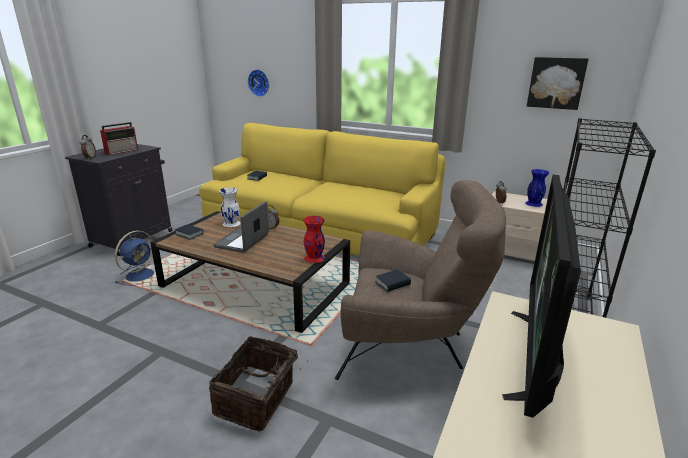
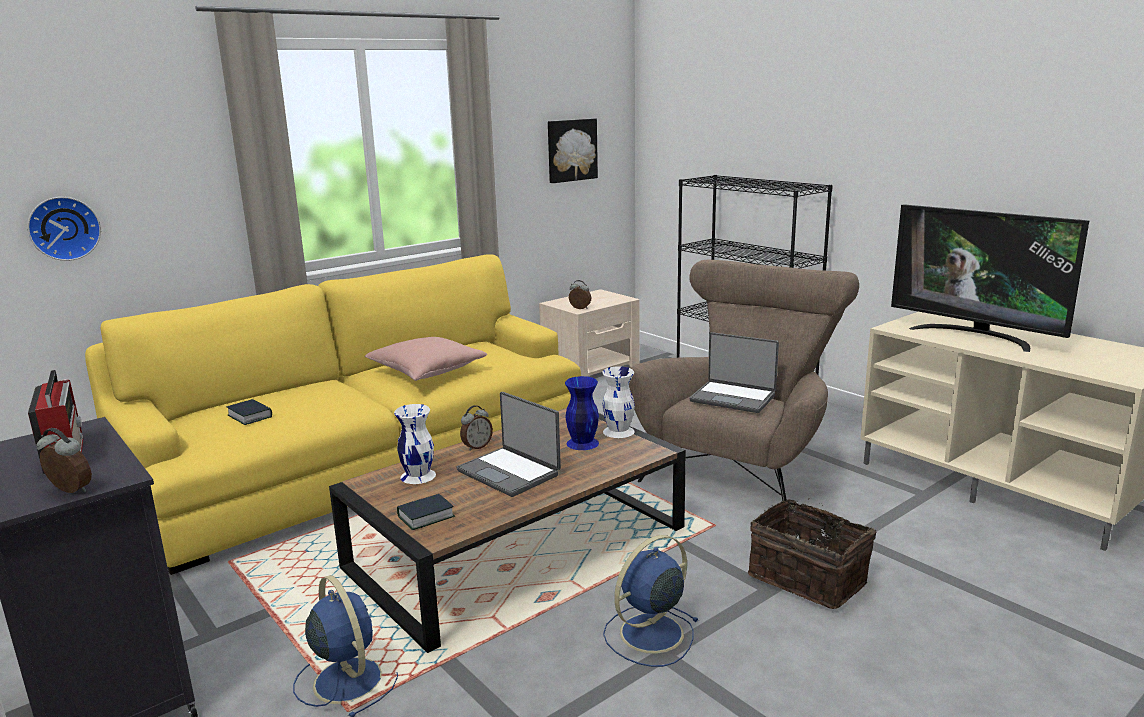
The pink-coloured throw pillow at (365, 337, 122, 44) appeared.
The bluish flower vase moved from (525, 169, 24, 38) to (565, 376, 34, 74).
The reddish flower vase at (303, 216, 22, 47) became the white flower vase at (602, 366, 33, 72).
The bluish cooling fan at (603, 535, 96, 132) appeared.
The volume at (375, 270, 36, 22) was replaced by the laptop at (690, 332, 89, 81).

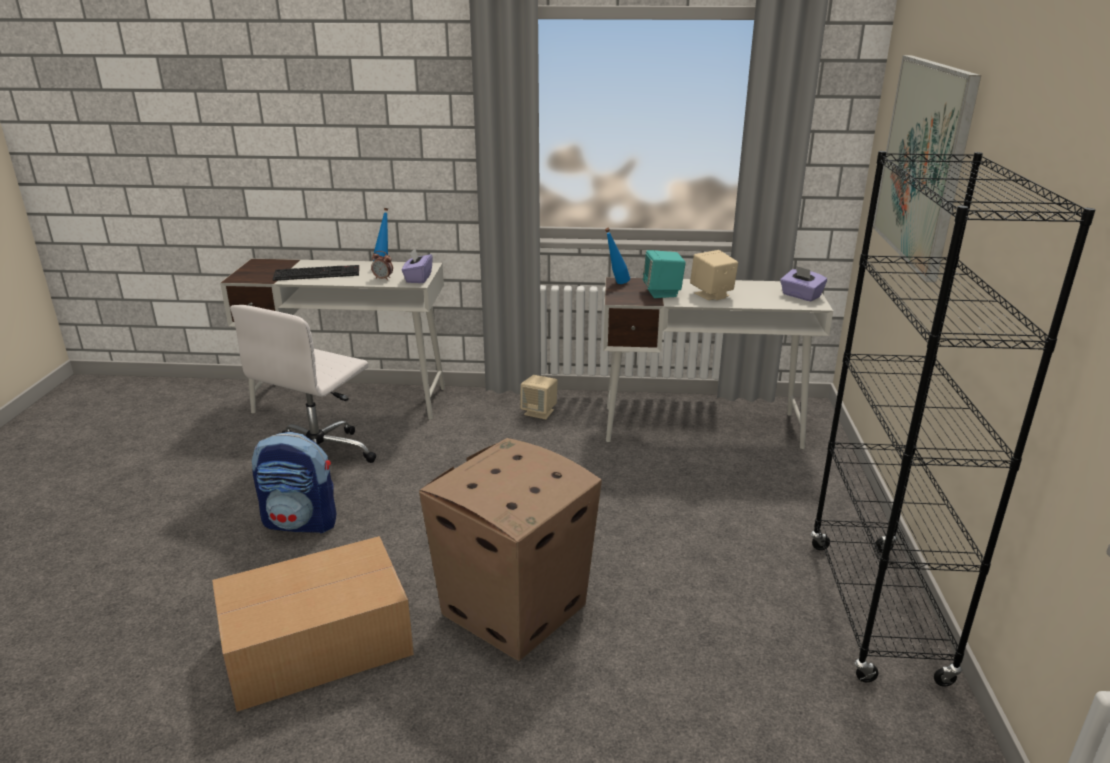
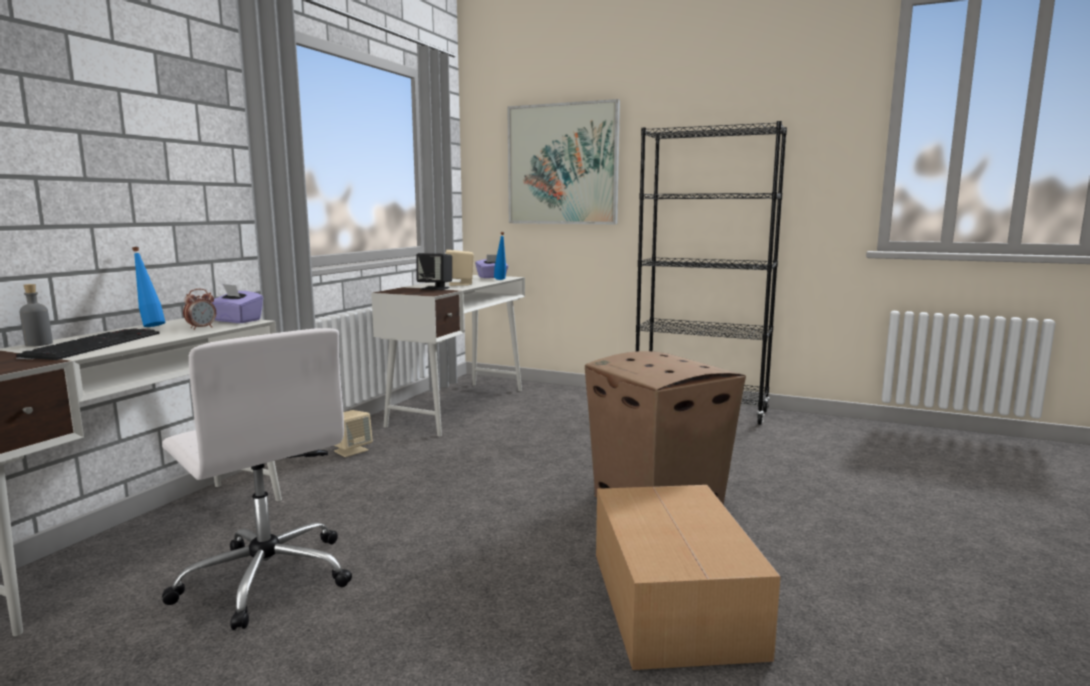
The grey drink bottle at (19, 284, 34, 63) appeared.
The turquoise-coloured loudspeaker at (642, 250, 44, 48) became the black-coloured loudspeaker at (416, 253, 36, 37).
The bluish drink bottle moved from (605, 228, 25, 56) to (494, 232, 12, 48).
The backpack at (252, 432, 85, 101) disappeared.

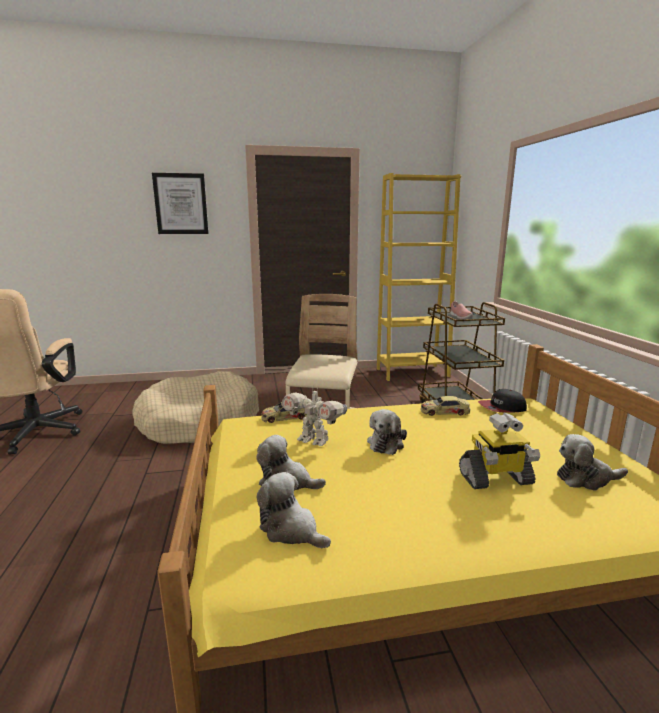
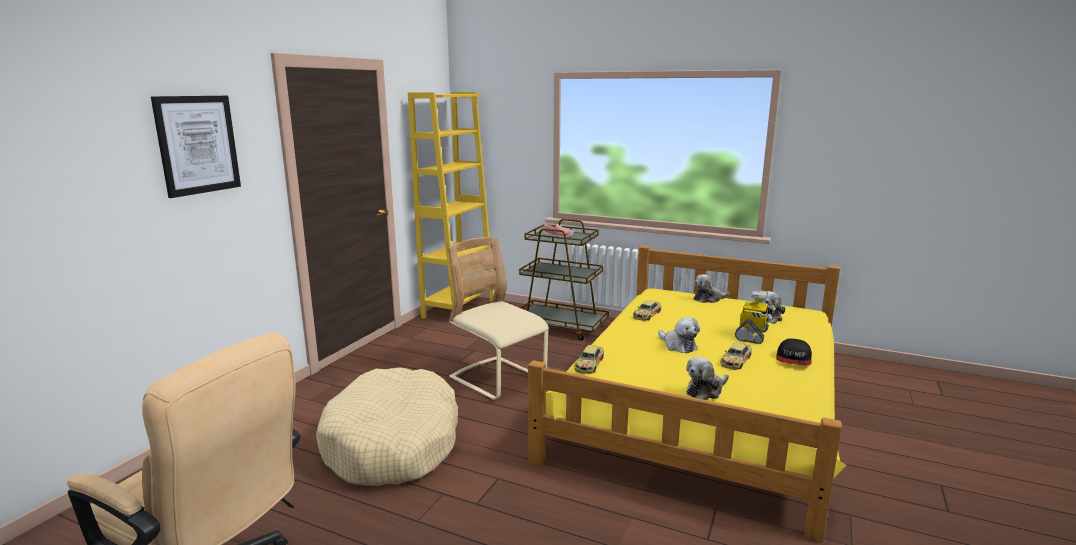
The soft toy moved from (257, 472, 74, 76) to (694, 274, 35, 29).
The toy car at (720, 342, 32, 28) appeared.
The cap moved from (478, 389, 49, 23) to (776, 338, 36, 28).
The toy robot at (282, 386, 65, 60) disappeared.

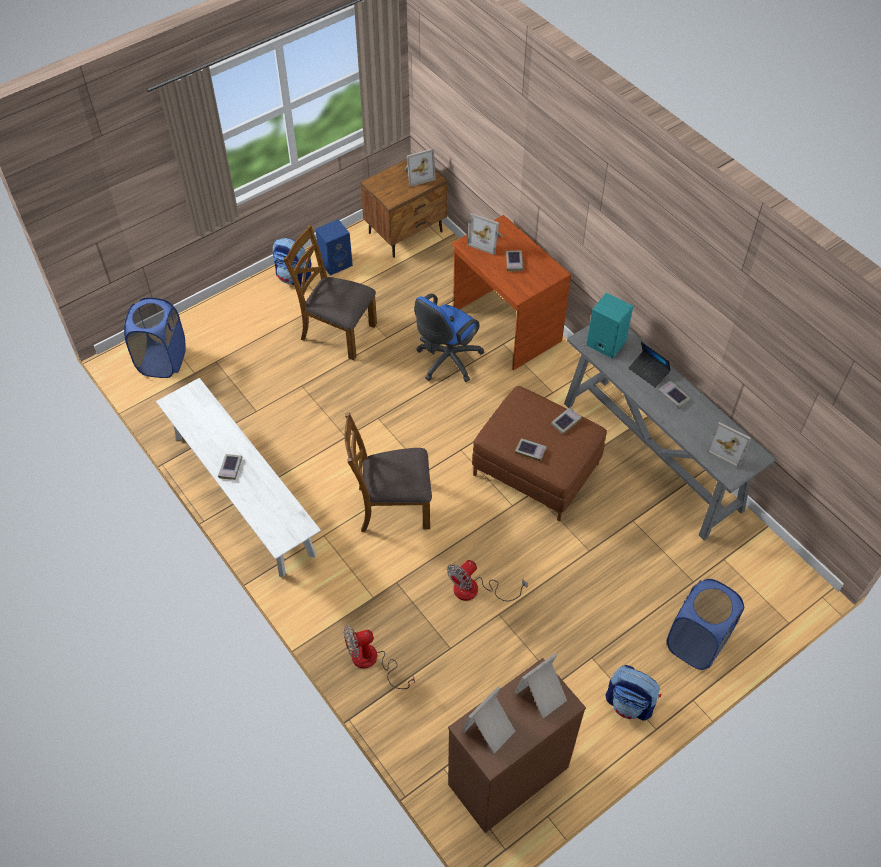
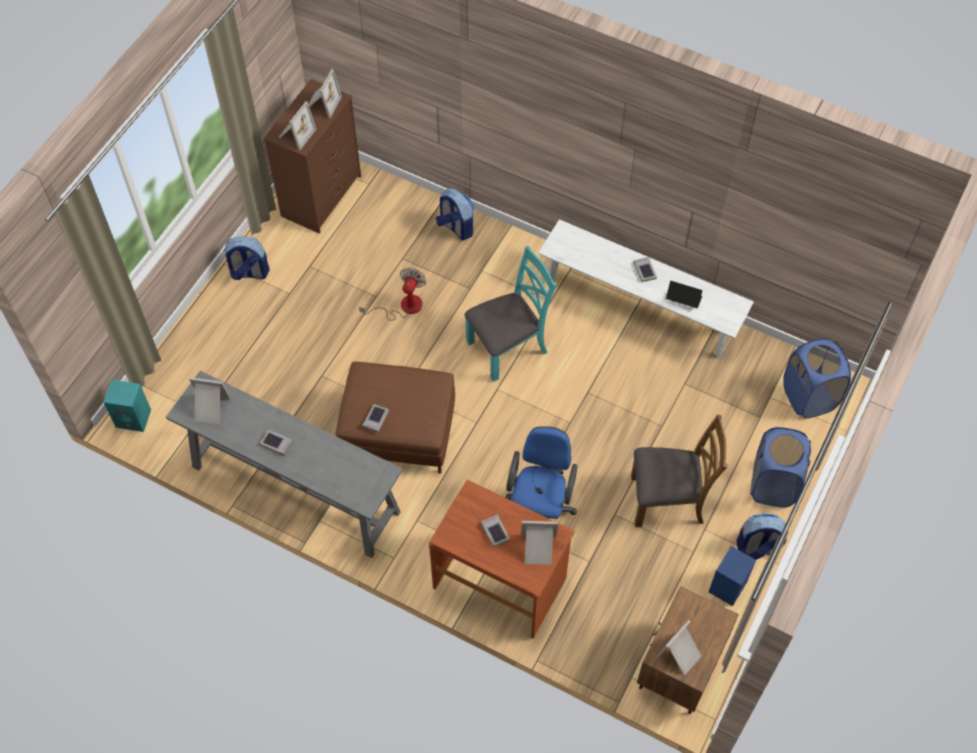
The turquoise-coloured loudspeaker moved from (586, 292, 47, 67) to (103, 380, 48, 52).
The cooling fan at (344, 625, 71, 64) was replaced by the backpack at (436, 188, 38, 52).
The brown-coloured upright chair at (345, 412, 87, 120) became the turquoise-coloured upright chair at (465, 246, 92, 136).
The laptop moved from (629, 342, 42, 46) to (666, 281, 37, 27).
The bluish laundry basket moved from (667, 579, 77, 91) to (750, 427, 61, 81).
The volume at (515, 438, 32, 24) disappeared.

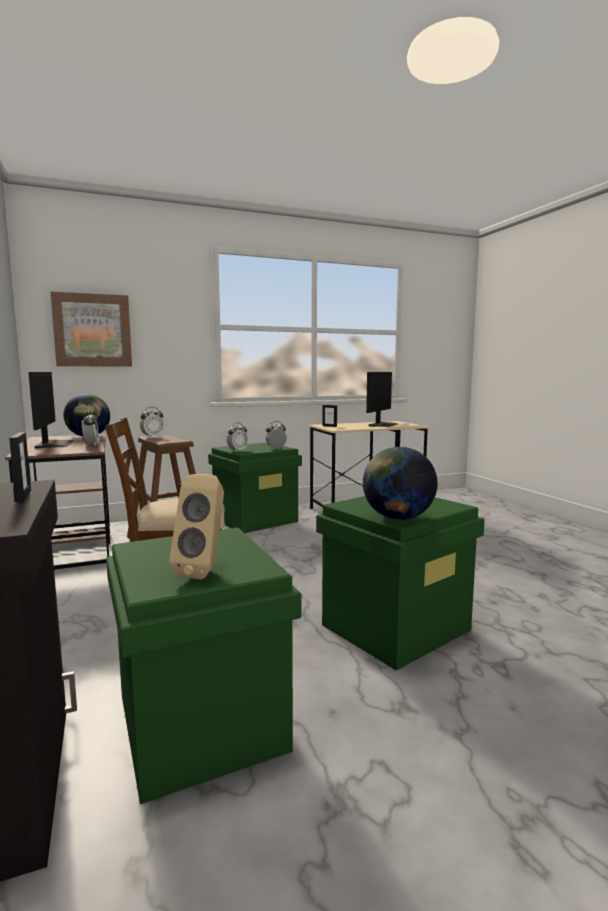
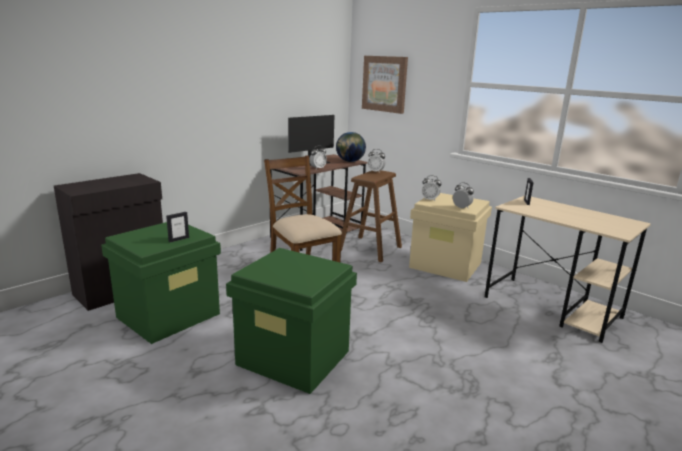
The photo frame moved from (9, 432, 22, 70) to (166, 212, 23, 30).
The green storage box at (208, 442, 94, 91) became the beige-coloured storage box at (409, 193, 83, 89).
The beige-coloured loudspeaker at (169, 474, 55, 105) disappeared.
The world globe at (363, 447, 74, 73) disappeared.
The computer screen at (366, 372, 32, 55) disappeared.

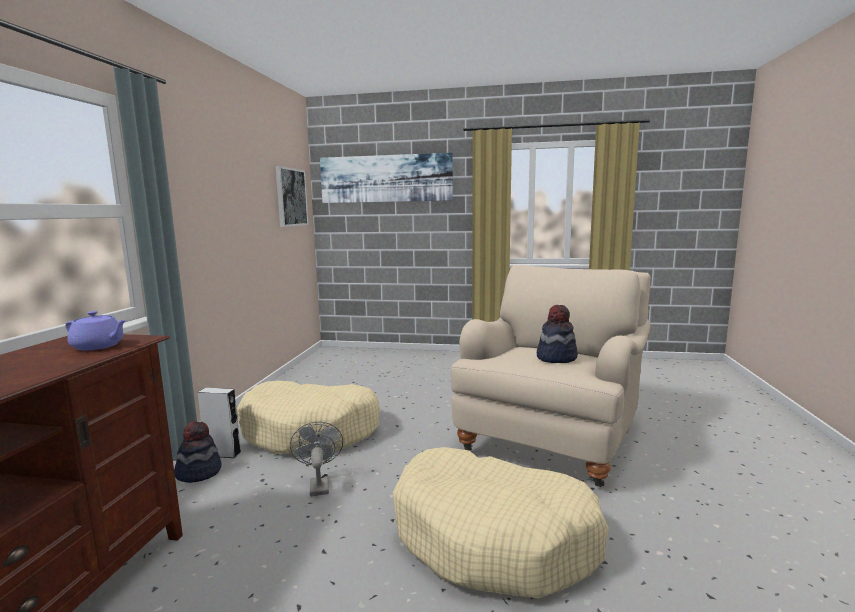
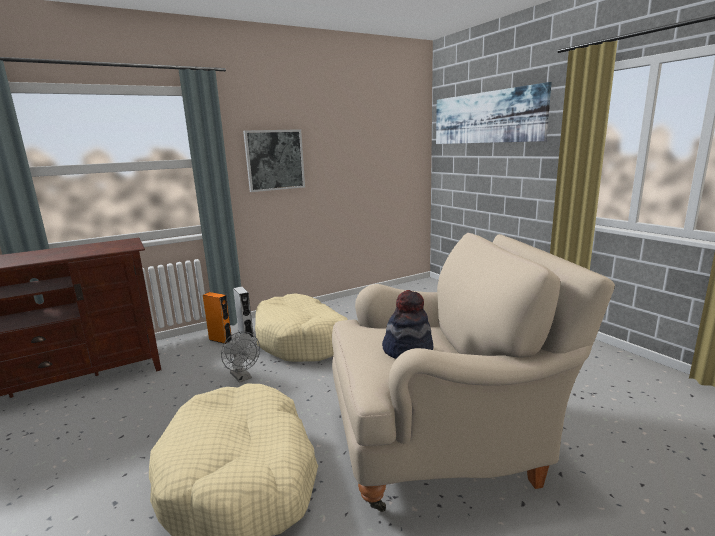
The hat at (174, 421, 47, 62) was replaced by the orange-coloured loudspeaker at (203, 292, 29, 52).
The grey cooling fan at (290, 422, 53, 75) turned 105 degrees clockwise.
The wall art moved from (276, 166, 33, 61) to (243, 129, 62, 63).
The purple-coloured tea pot at (65, 311, 62, 39) disappeared.

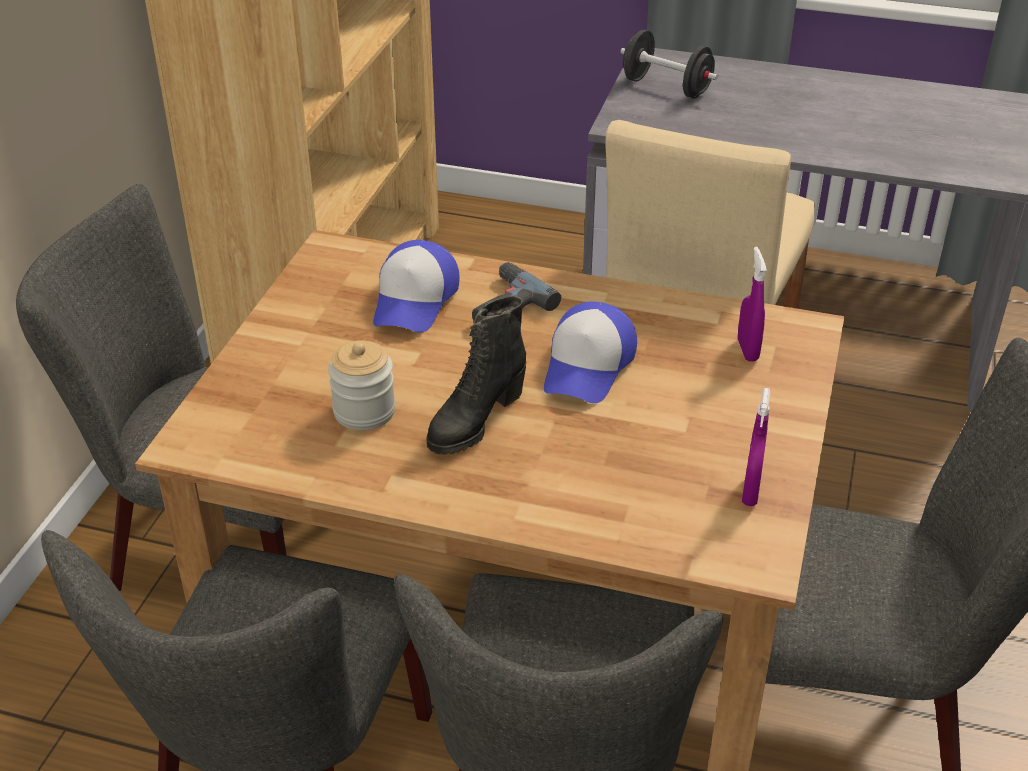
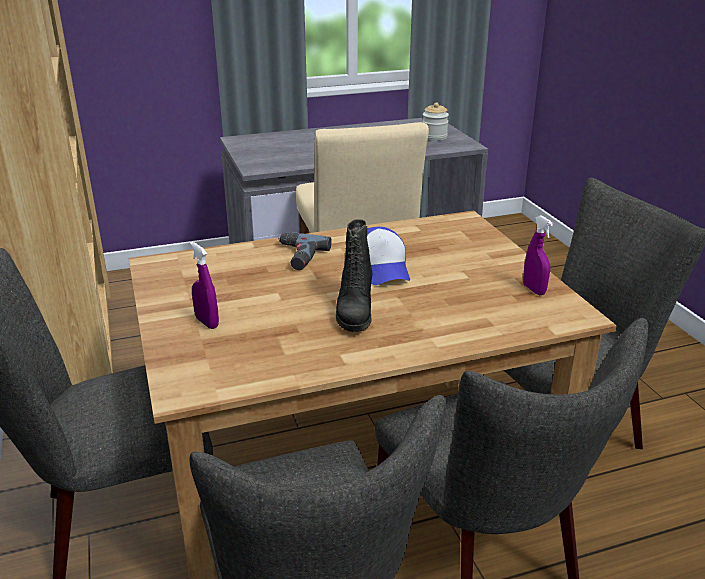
The purple-coloured sprayer moved from (738, 247, 29, 115) to (190, 242, 29, 87).
The preserve jar moved from (328, 340, 68, 90) to (422, 102, 27, 39).
The cap at (373, 240, 86, 92) disappeared.
The black-coloured hand weight at (620, 30, 98, 69) disappeared.

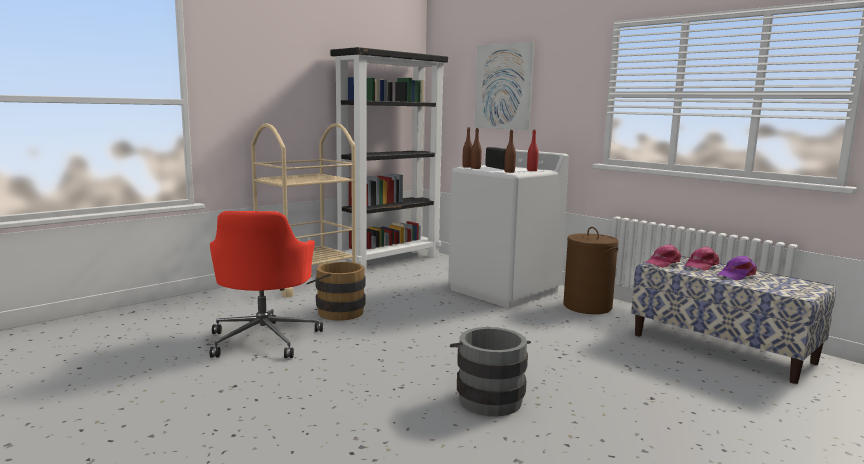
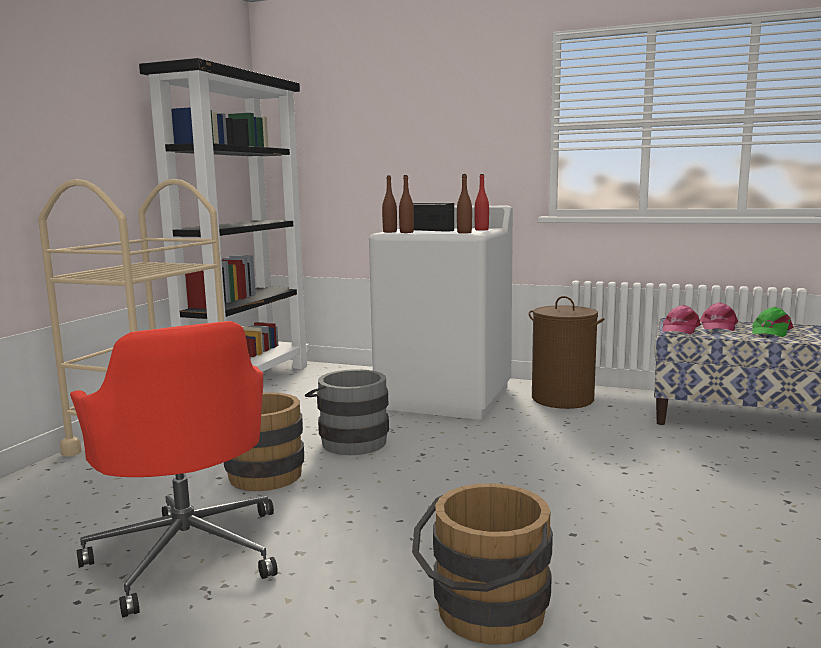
The grey bucket moved from (450, 327, 81, 89) to (305, 369, 84, 86).
The brown-coloured bucket at (412, 483, 141, 162) appeared.
The purple-coloured cap at (717, 255, 40, 25) became the green cap at (752, 307, 42, 30).
The wall art at (474, 42, 61, 88) disappeared.

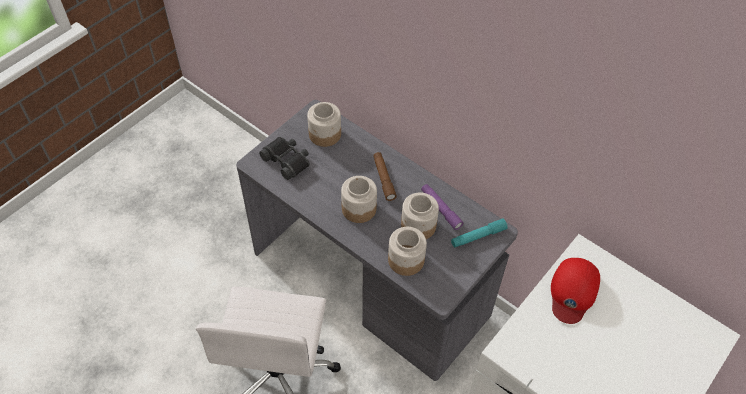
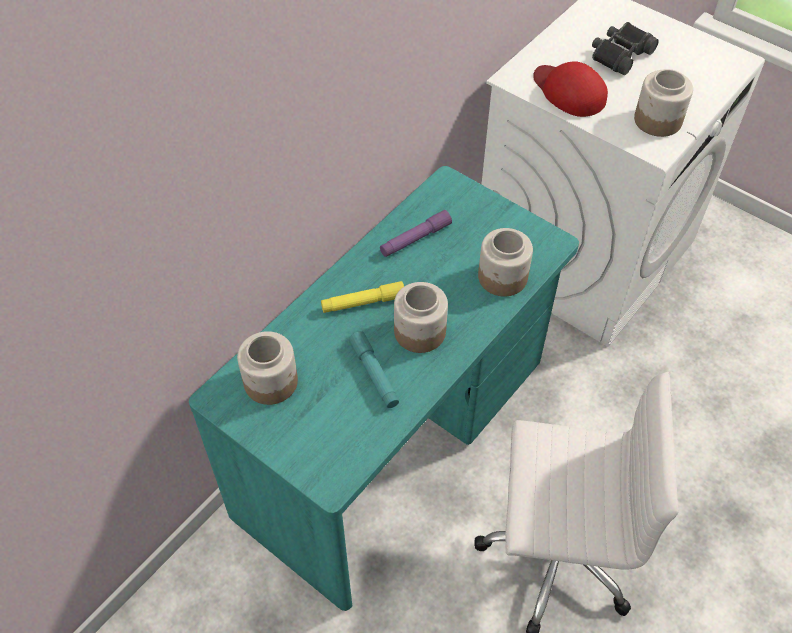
The grey desk table at (236, 100, 282, 281) became the turquoise-coloured desk table at (189, 166, 390, 445).
The brown-coloured hand torch at (373, 152, 24, 49) became the yellow-coloured hand torch at (321, 281, 83, 32).
The turquoise-coloured hand torch moved from (451, 218, 57, 29) to (349, 331, 50, 77).
The reddish cap at (551, 258, 49, 66) turned 150 degrees counterclockwise.
The black-coloured field glasses moved from (259, 137, 51, 43) to (592, 22, 67, 53).
The preserve jar moved from (401, 193, 38, 46) to (634, 69, 59, 68).

